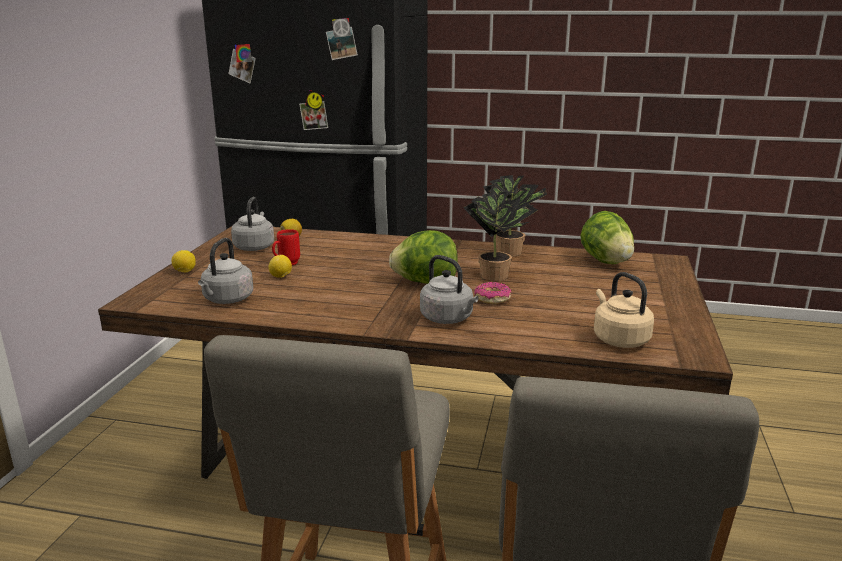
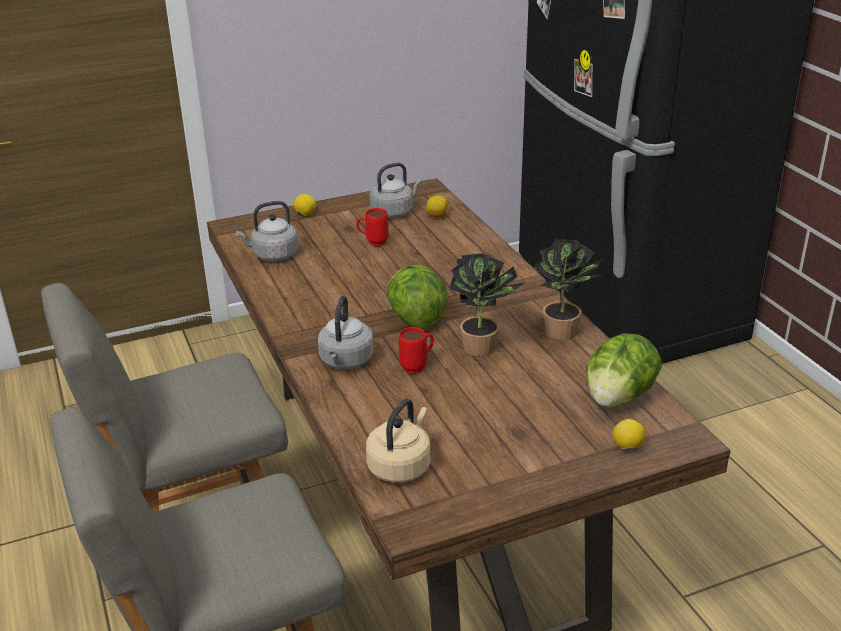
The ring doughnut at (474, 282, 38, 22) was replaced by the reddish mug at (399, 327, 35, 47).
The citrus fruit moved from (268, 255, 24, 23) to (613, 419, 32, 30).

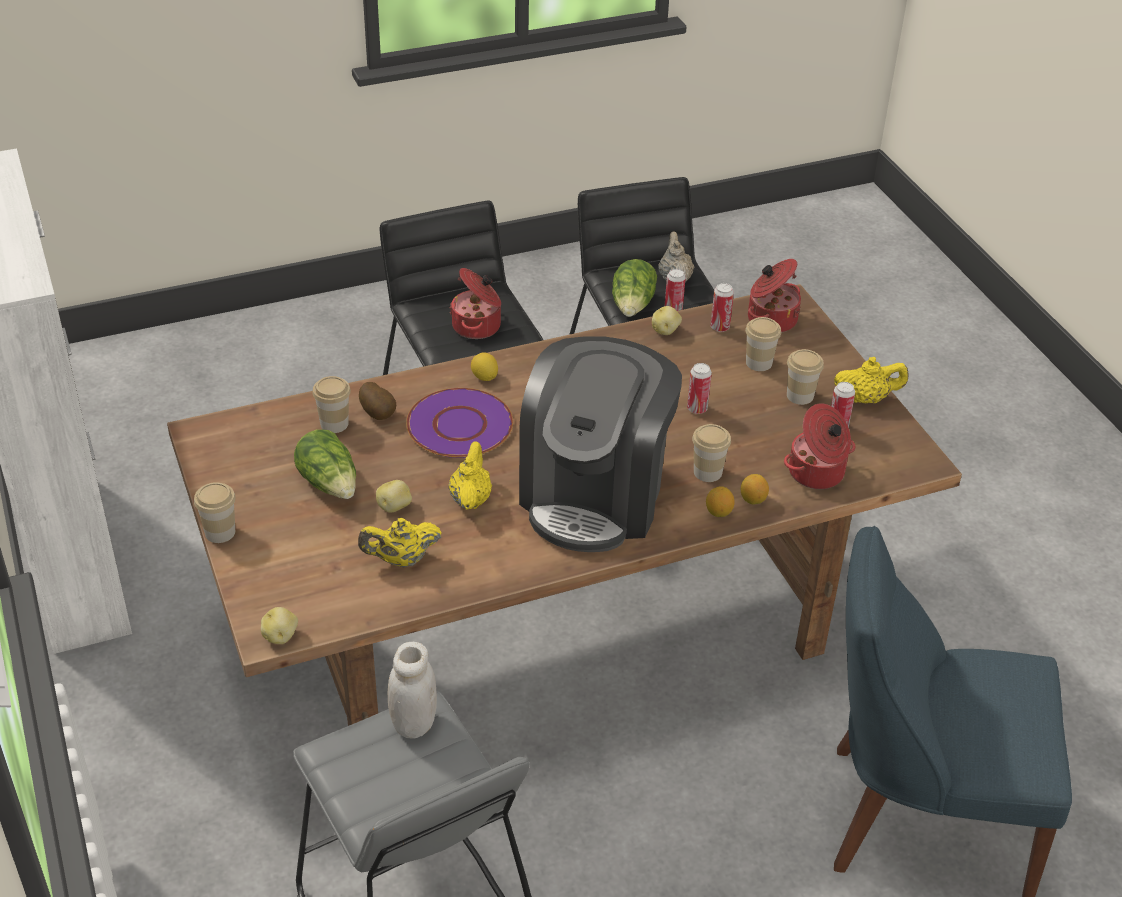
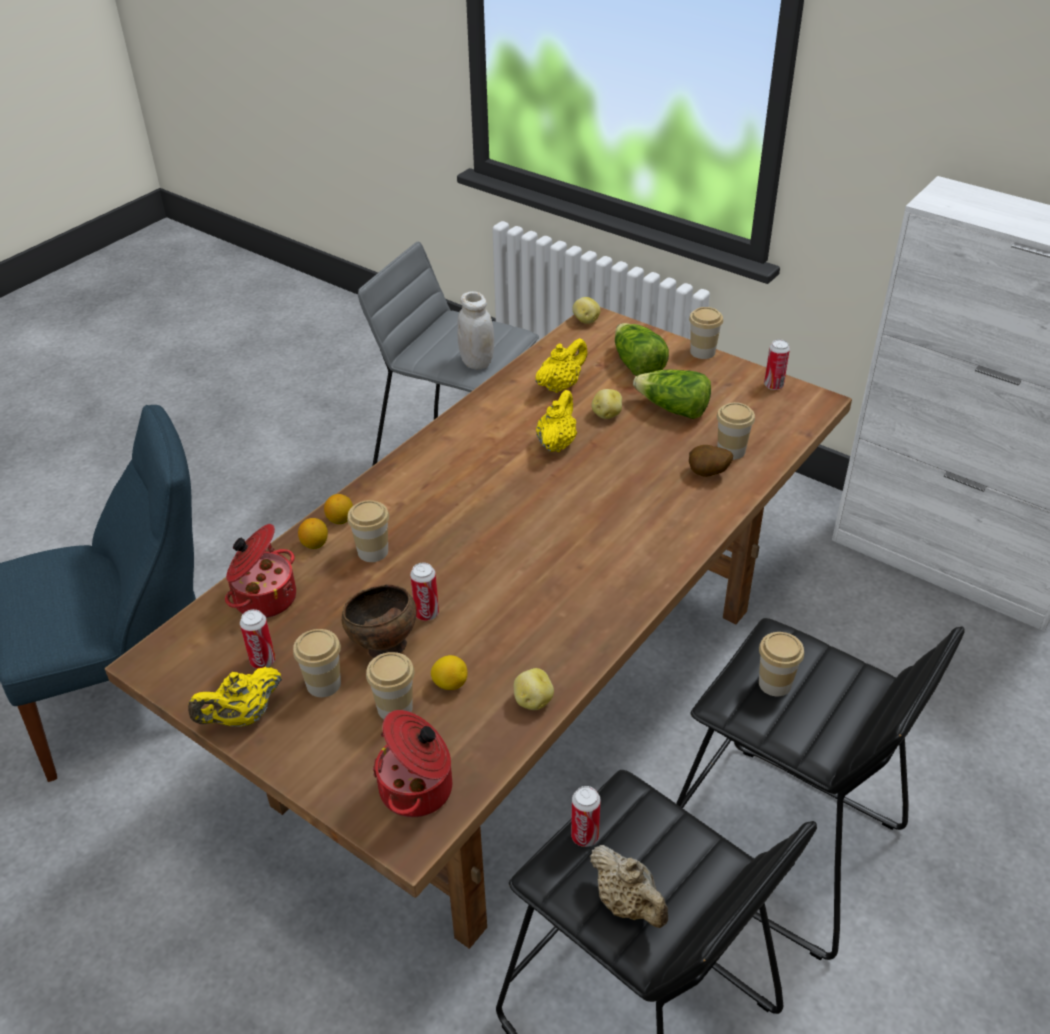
The brown-coloured bowl at (342, 585, 74, 73) appeared.
The citrus fruit moved from (471, 352, 27, 29) to (431, 655, 37, 35).
The yellow-coloured tea pot at (448, 442, 44, 68) turned 135 degrees counterclockwise.
The head of lettuce moved from (612, 259, 45, 58) to (615, 323, 54, 53).
The saucepot at (449, 268, 52, 71) was replaced by the small cup at (759, 632, 45, 64).
The metal can moved from (711, 283, 23, 49) to (764, 339, 26, 51).
The purple-coloured plate at (406, 388, 107, 70) disappeared.
The coffee machine at (519, 336, 163, 216) disappeared.

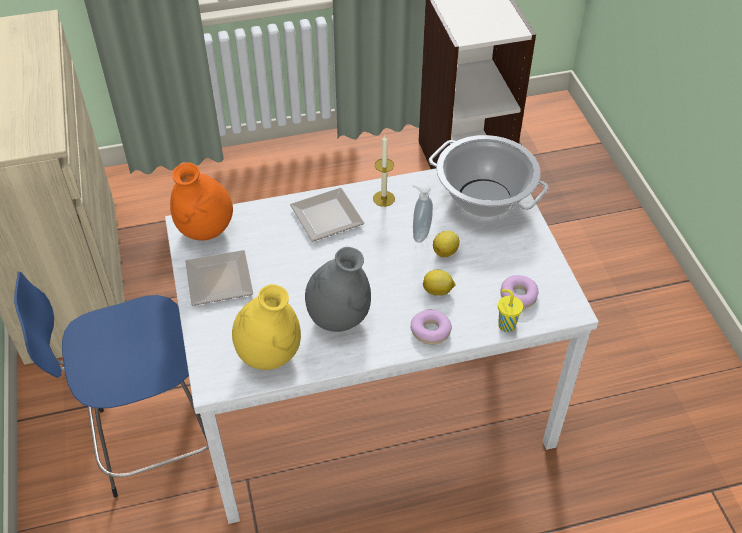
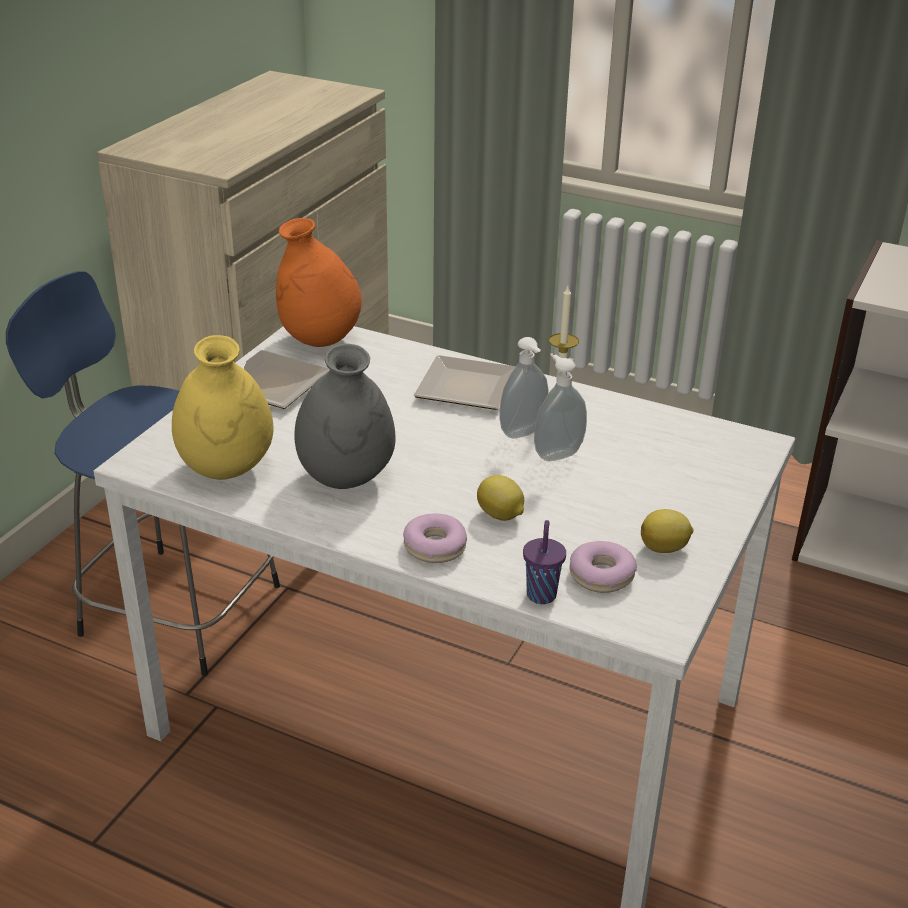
The soap dispenser at (499, 337, 50, 101) appeared.
The yellow-coloured small cup at (498, 289, 25, 43) became the purple-coloured small cup at (523, 520, 43, 84).
The citrus fruit moved from (433, 231, 27, 27) to (641, 509, 53, 44).
The saucepot at (429, 135, 119, 82) disappeared.

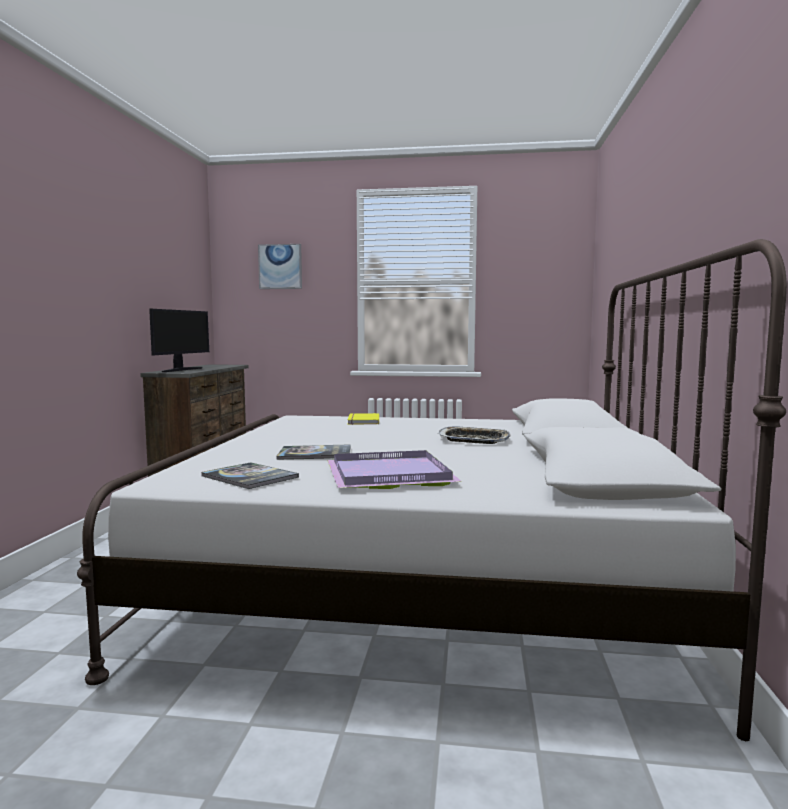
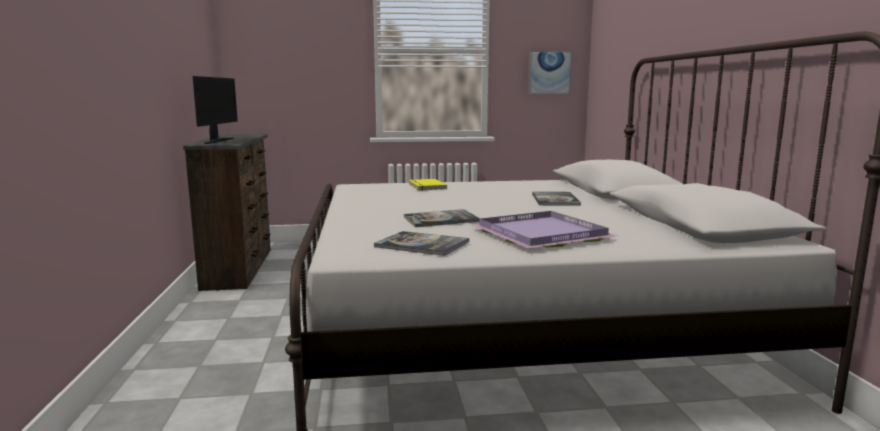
The wall art moved from (258, 244, 44, 45) to (529, 51, 43, 43).
The serving tray at (438, 427, 73, 17) was replaced by the volume at (532, 192, 49, 14).

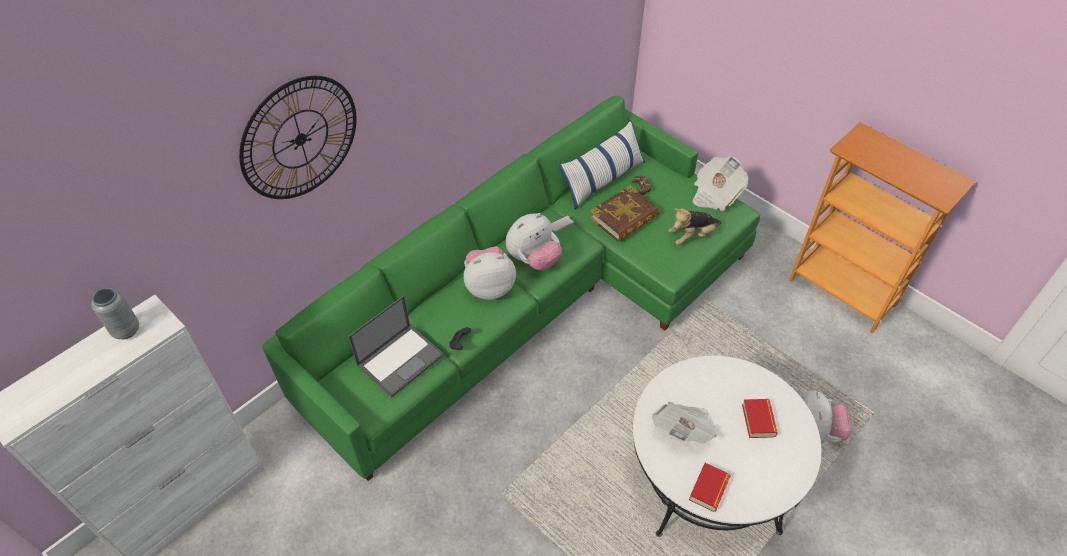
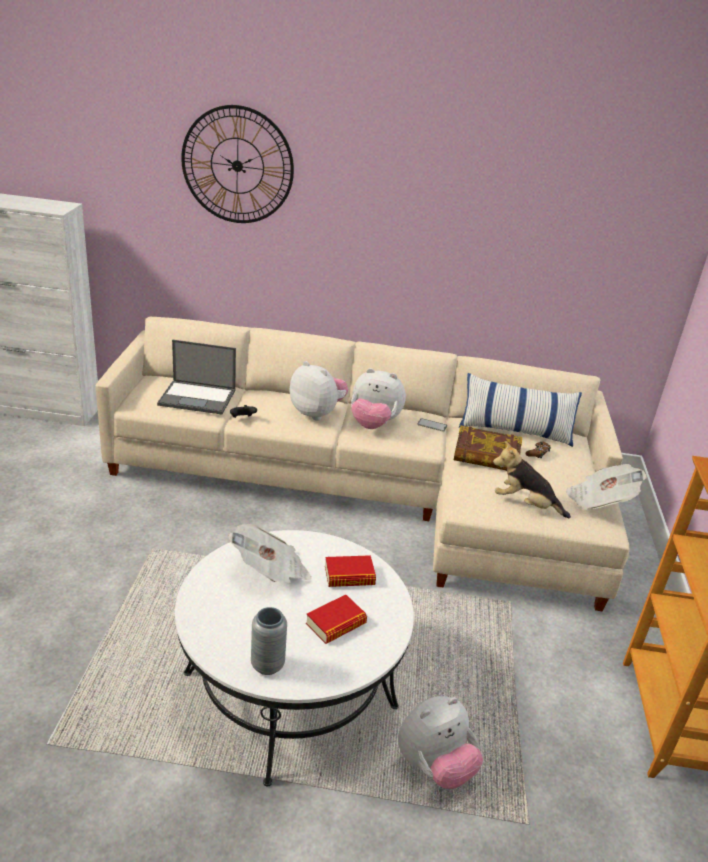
The green settee at (262, 96, 499, 385) became the beige-coloured settee at (95, 317, 534, 294).
The grey flower vase moved from (91, 287, 48, 52) to (251, 607, 36, 68).
The volume moved from (689, 463, 42, 49) to (325, 555, 51, 32).

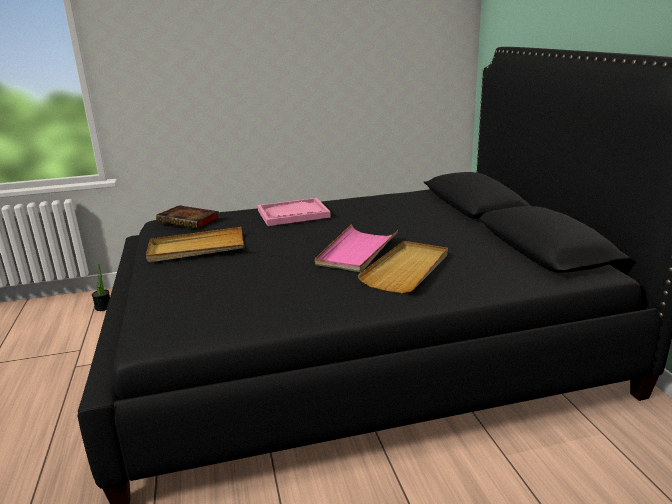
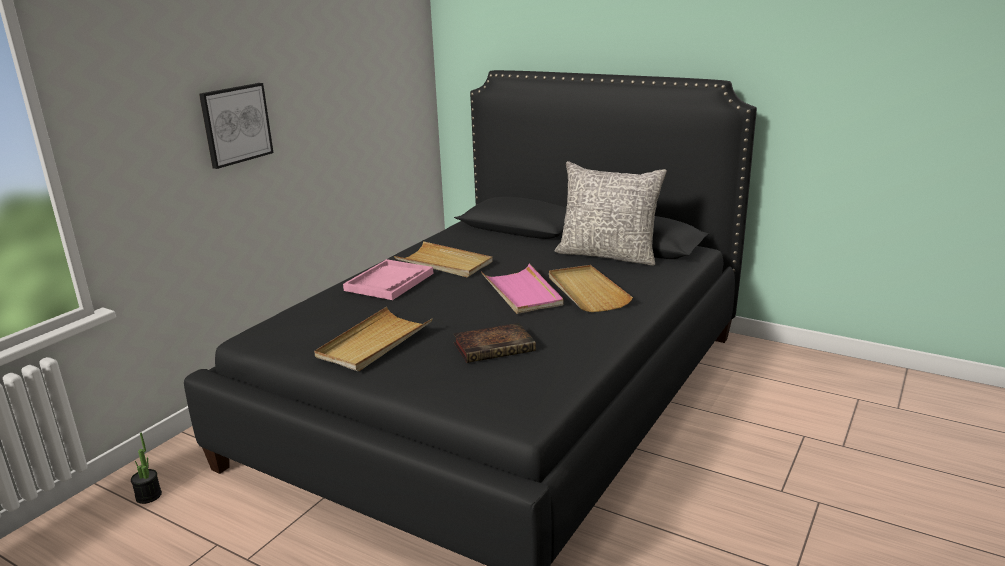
The wall art at (199, 83, 75, 86) appeared.
The beige-coloured serving tray at (394, 241, 99, 36) appeared.
The volume moved from (156, 205, 64, 24) to (453, 323, 83, 40).
The grey throw pillow at (554, 161, 113, 105) appeared.

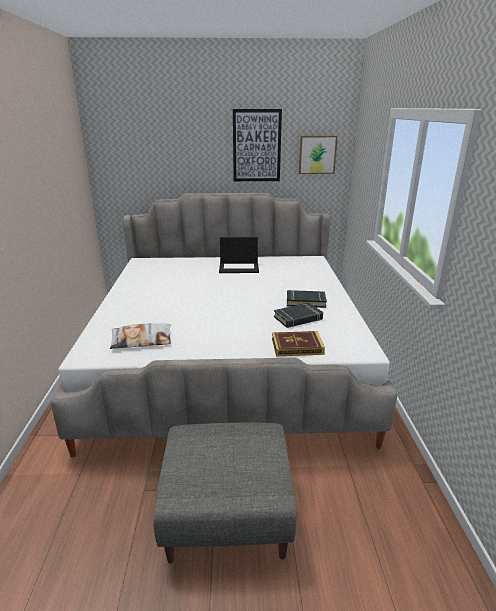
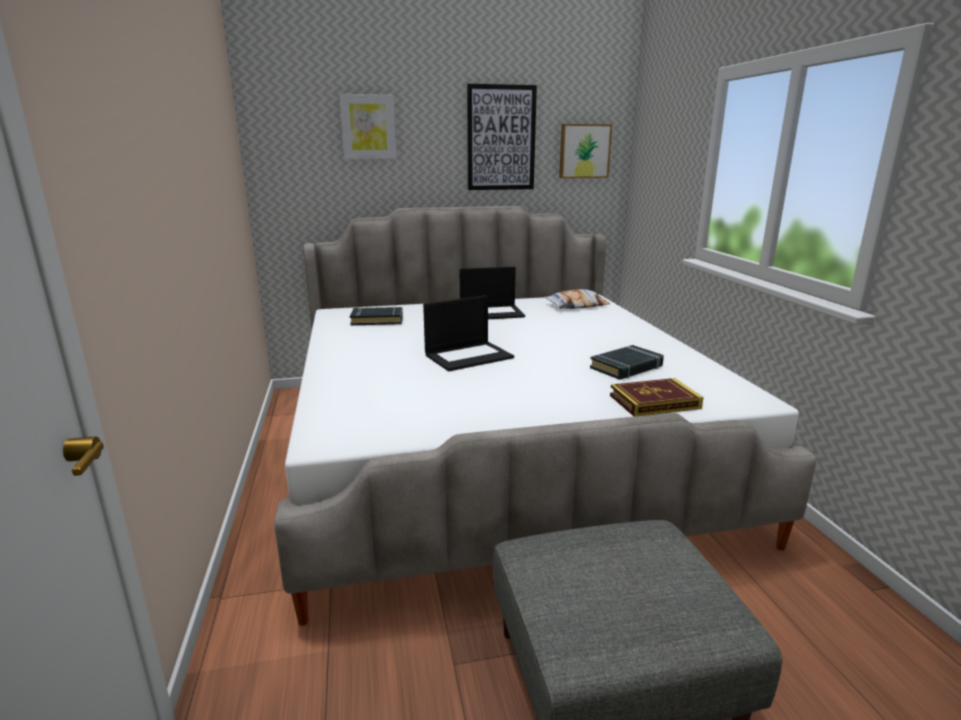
The wall art at (339, 94, 57, 65) appeared.
The black-coloured volume moved from (287, 290, 40, 18) to (350, 307, 53, 18).
The laptop at (423, 295, 91, 76) appeared.
The throw pillow moved from (110, 323, 61, 26) to (544, 289, 66, 20).

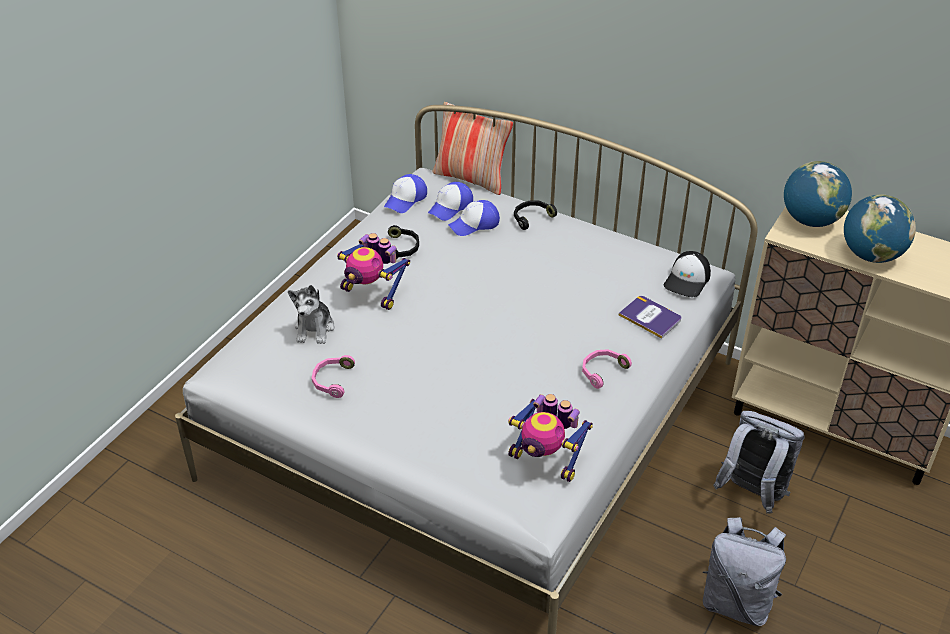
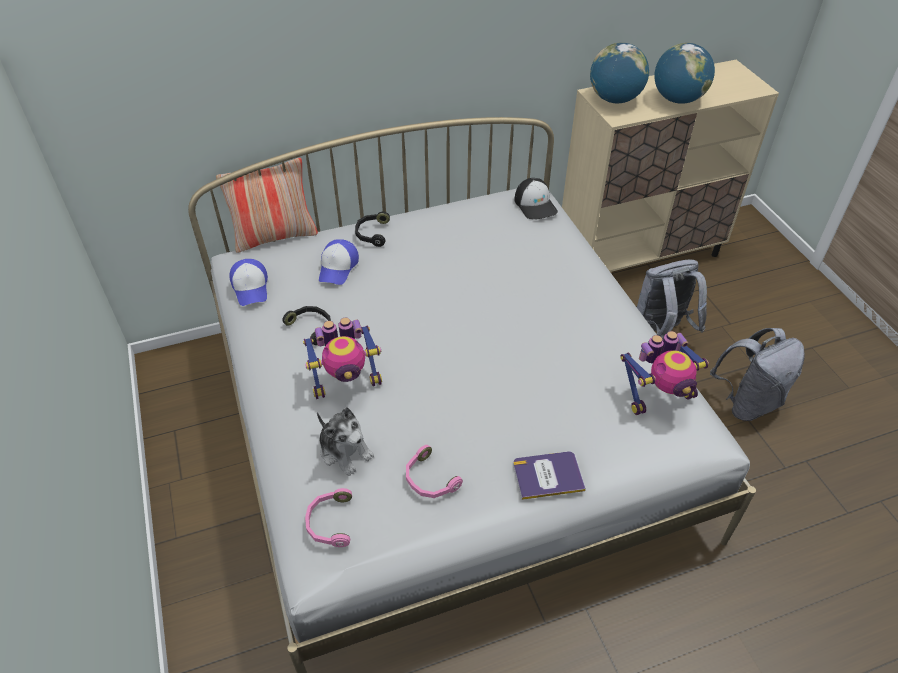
The pink-coloured headset moved from (582, 349, 50, 40) to (305, 488, 47, 59).
The volume moved from (619, 296, 62, 43) to (513, 451, 73, 49).
The cap at (428, 182, 45, 39) disappeared.

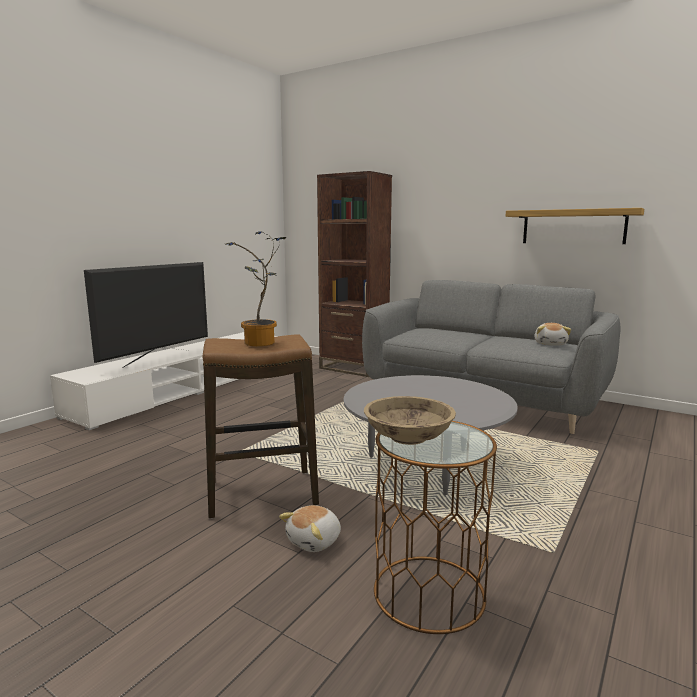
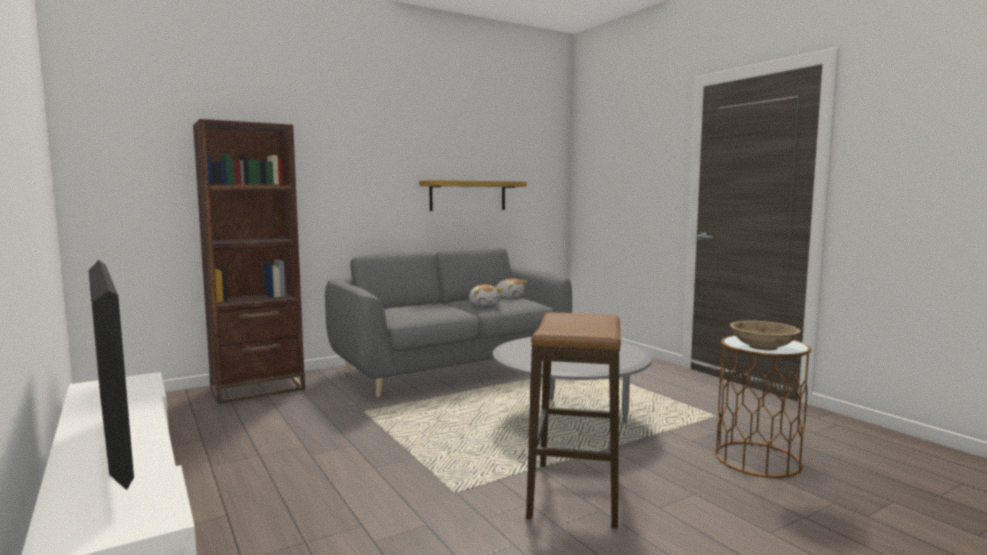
The soft toy moved from (279, 505, 62, 47) to (469, 285, 33, 21).
The houseplant at (225, 231, 61, 115) disappeared.

